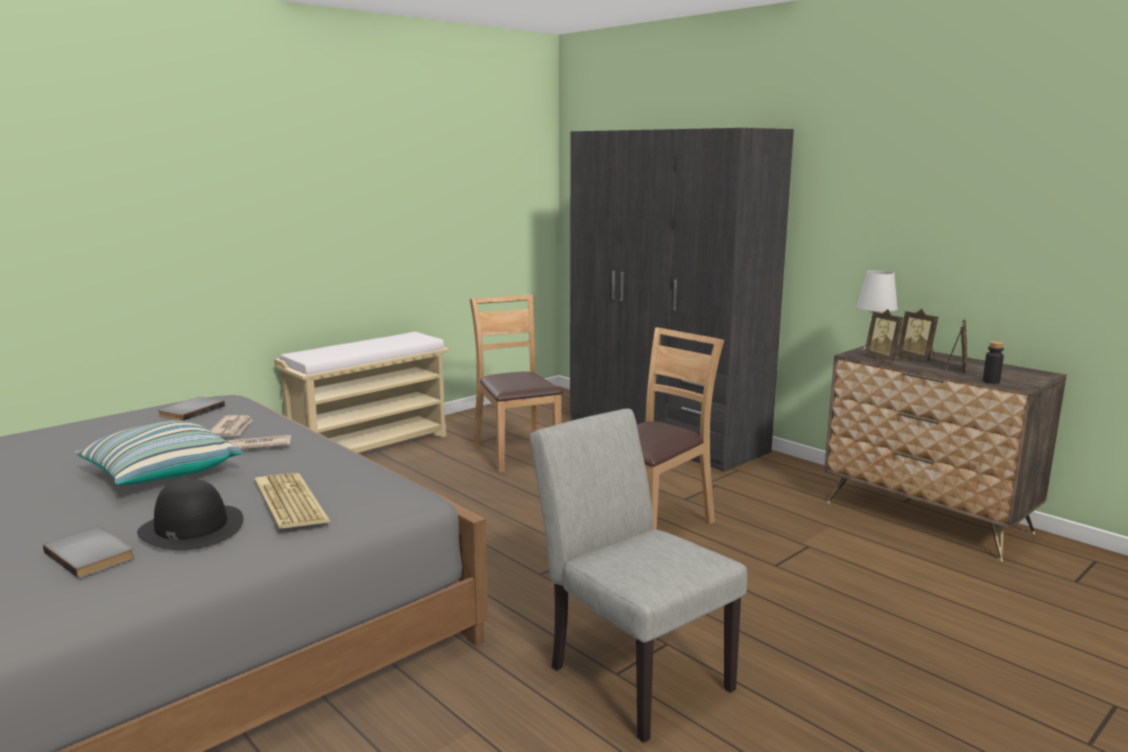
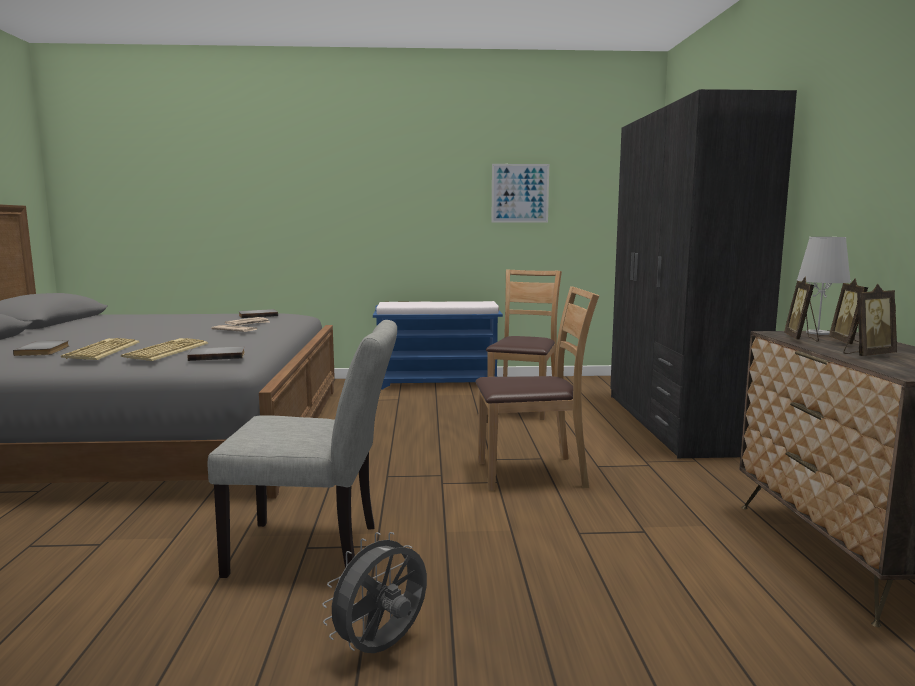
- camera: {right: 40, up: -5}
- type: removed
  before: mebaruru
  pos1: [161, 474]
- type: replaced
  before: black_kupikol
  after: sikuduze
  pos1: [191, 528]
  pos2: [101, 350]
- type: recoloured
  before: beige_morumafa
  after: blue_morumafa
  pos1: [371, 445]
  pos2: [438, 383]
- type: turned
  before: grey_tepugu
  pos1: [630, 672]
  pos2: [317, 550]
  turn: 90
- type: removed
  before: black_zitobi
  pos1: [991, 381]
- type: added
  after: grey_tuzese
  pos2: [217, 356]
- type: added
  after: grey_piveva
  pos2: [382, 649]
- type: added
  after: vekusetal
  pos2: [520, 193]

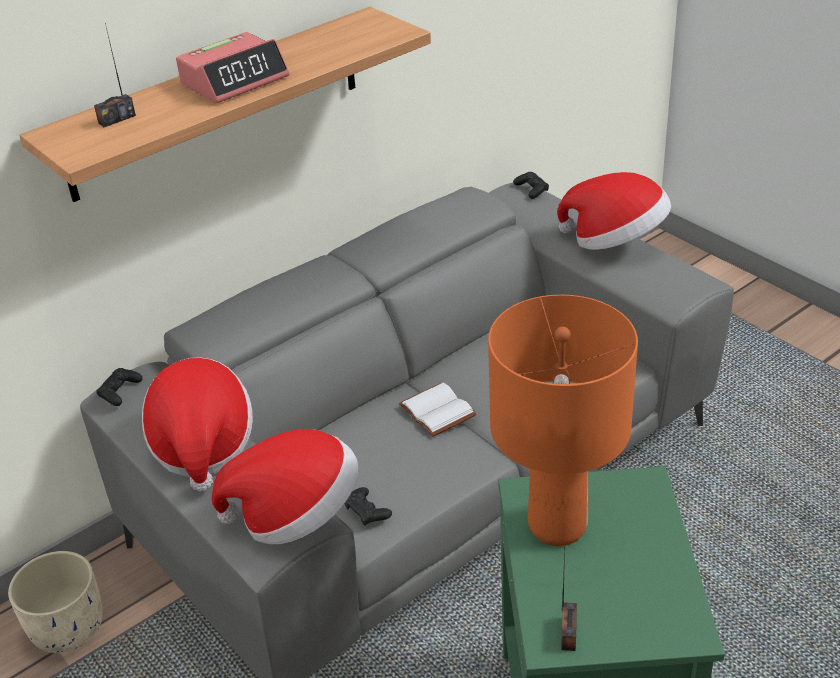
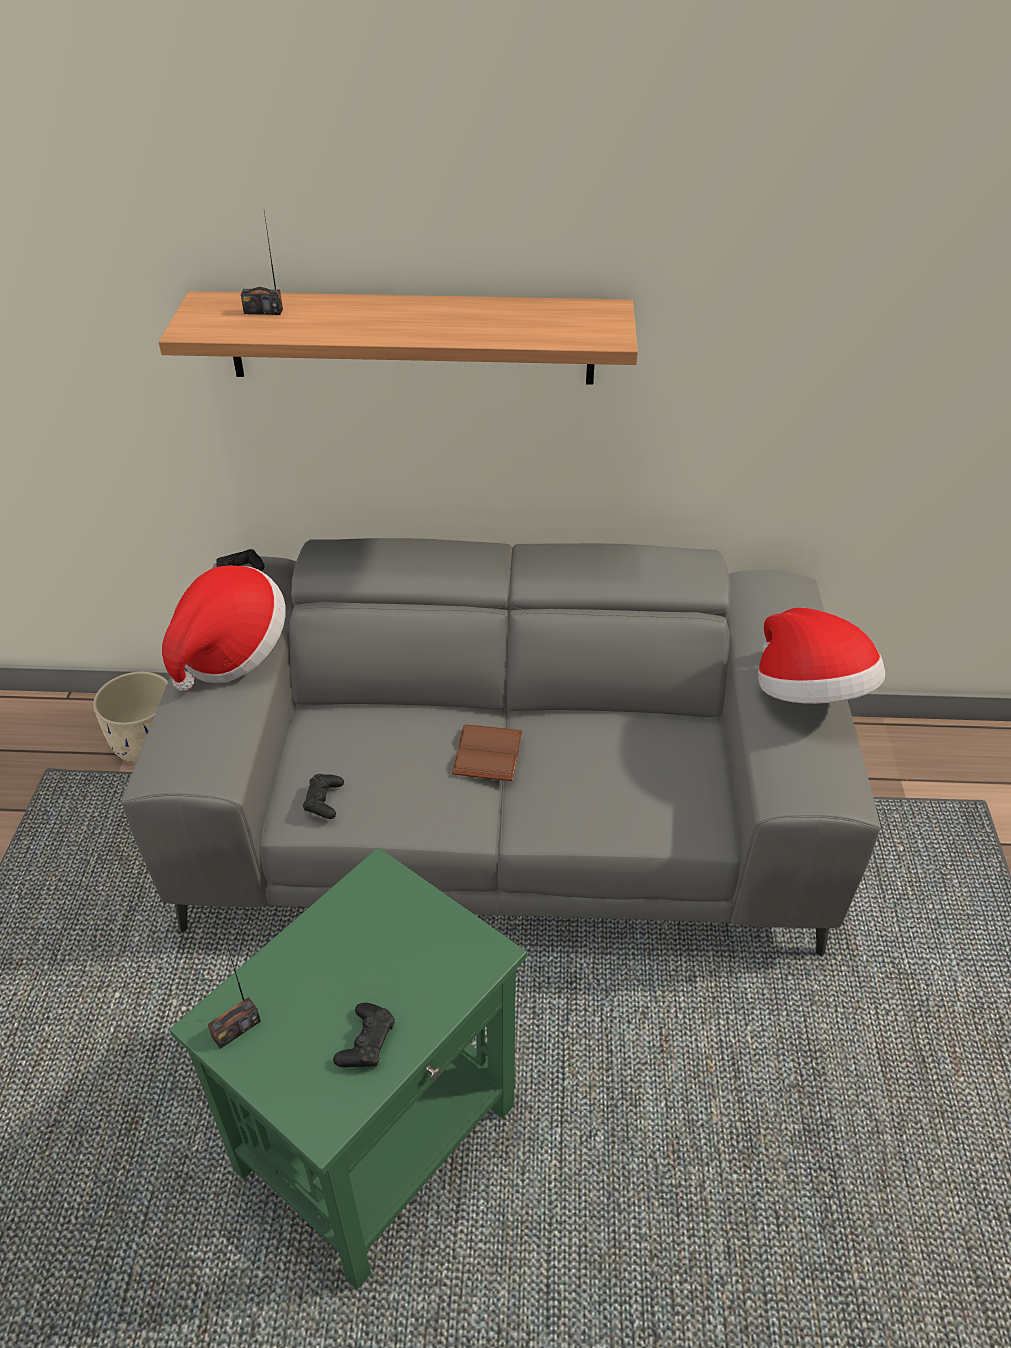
- camera: {right: 40, up: 5}
- type: removed
  before: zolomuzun
  pos1: [235, 80]
- type: removed
  before: kupikol
  pos1: [296, 515]
- type: recoloured
  before: white_tuzese
  after: brown_tuzese
  pos1: [435, 411]
  pos2: [485, 753]
- type: removed
  before: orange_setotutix
  pos1: [556, 525]
- type: moved
  before: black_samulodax
  pos1: [531, 189]
  pos2: [366, 1041]

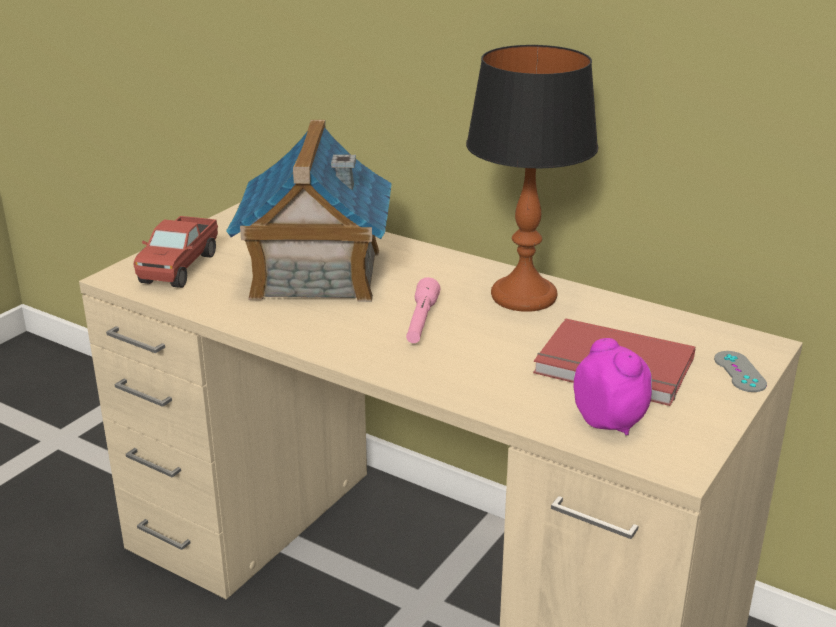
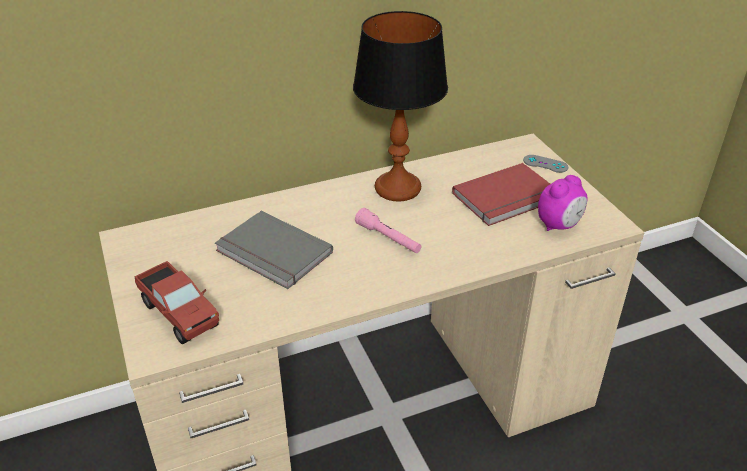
- camera: {right: -55, up: 10}
- type: replaced
  before: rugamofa
  after: grey_tuzese
  pos1: [315, 274]
  pos2: [272, 254]
- type: turned
  before: zolomuzun
  pos1: [610, 422]
  pos2: [559, 225]
  turn: 135

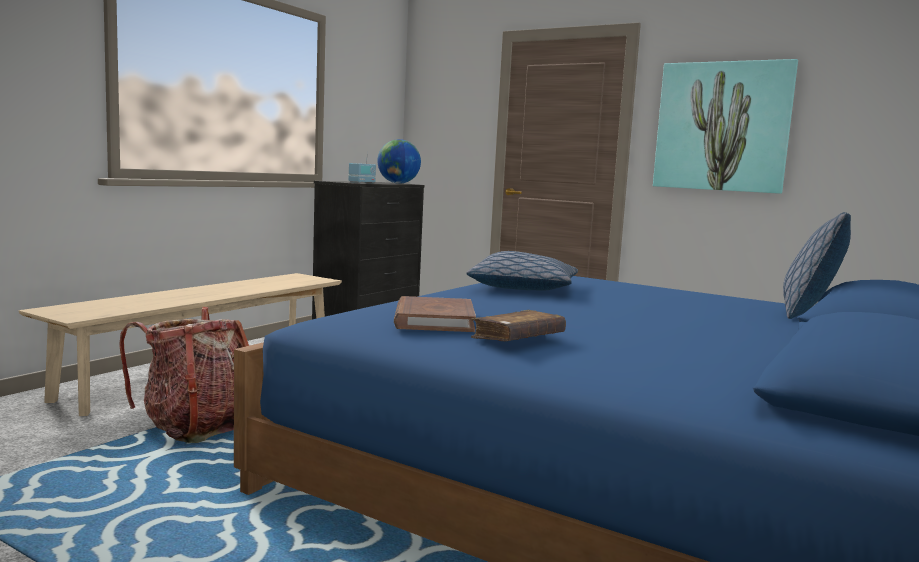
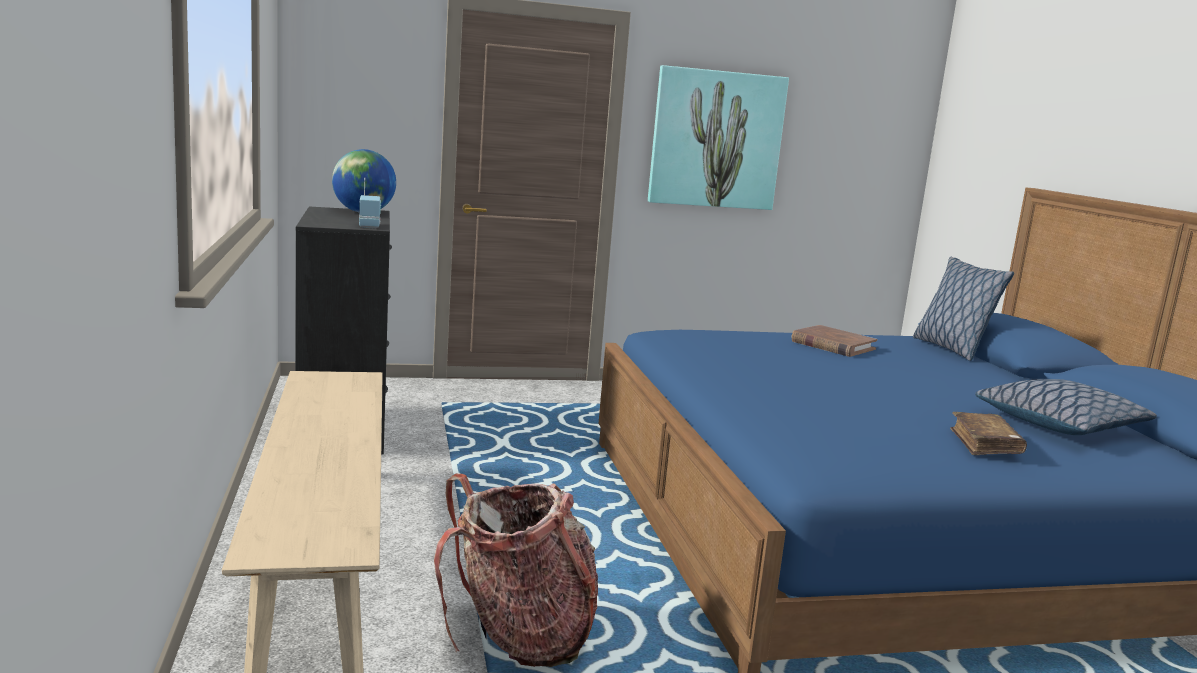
- camera: {right: -45, up: 5}
- type: moved
  before: brown_tuzese
  pos1: [434, 320]
  pos2: [832, 345]
- type: moved
  before: mebaruru
  pos1: [524, 288]
  pos2: [1059, 424]

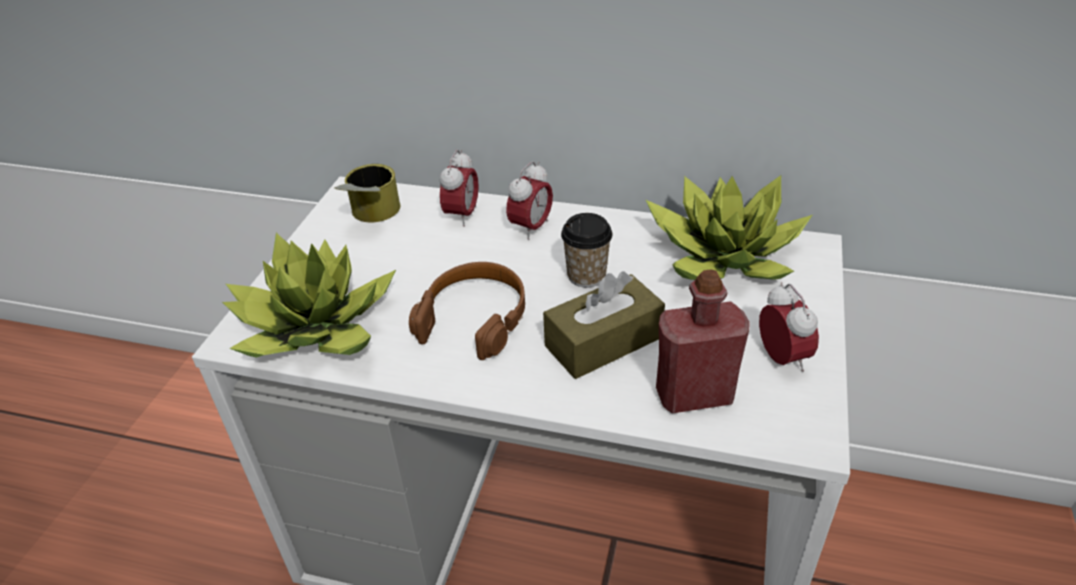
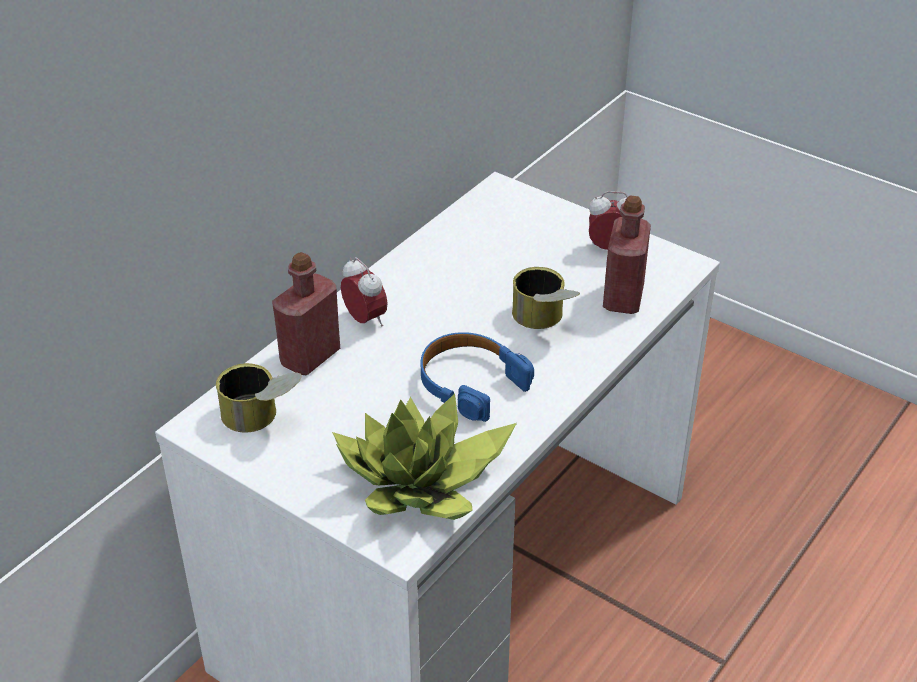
- camera: {right: -70, up: 0}
- type: recoloured
  before: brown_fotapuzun
  after: blue_fotapuzun
  pos1: [474, 318]
  pos2: [470, 383]
- type: replaced
  before: zolomuzun
  after: red_zitobi
  pos1: [462, 215]
  pos2: [310, 357]
- type: replaced
  before: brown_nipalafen
  after: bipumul
  pos1: [603, 342]
  pos2: [543, 322]
- type: removed
  before: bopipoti
  pos1: [586, 275]
- type: removed
  before: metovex
  pos1: [722, 256]

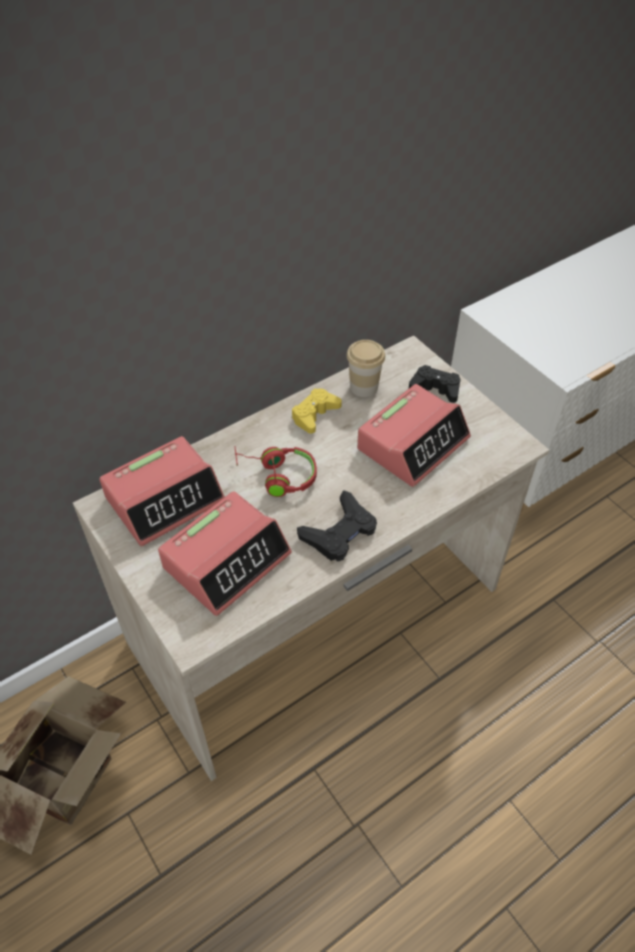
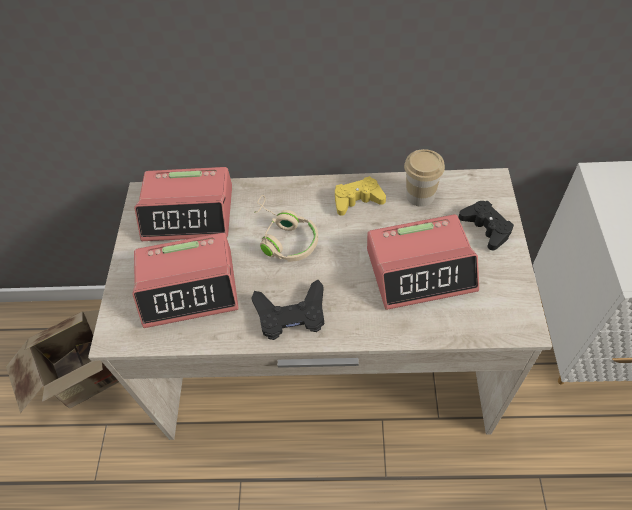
- camera: {right: 40, up: 5}
- type: recoloured
  before: red_fotapuzun
  after: beige_fotapuzun
  pos1: [277, 475]
  pos2: [283, 237]

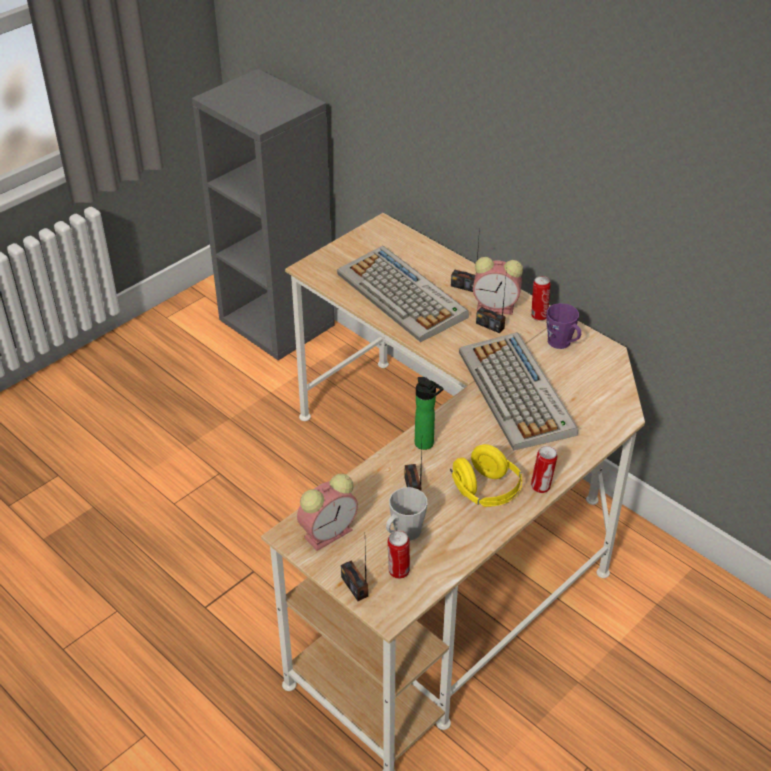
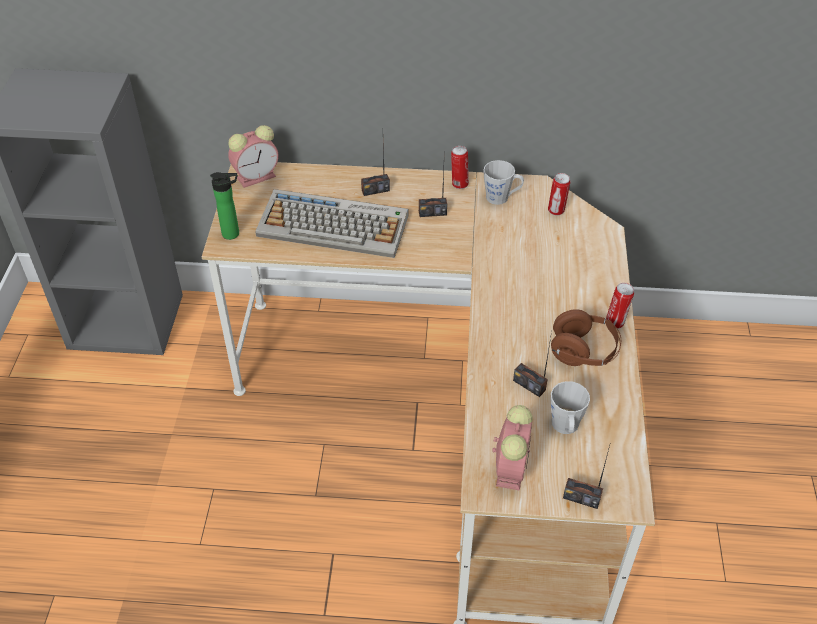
- camera: {right: -40, up: 5}
- type: moved
  before: bipumul
  pos1: [398, 572]
  pos2: [556, 211]
- type: moved
  before: zitobi
  pos1: [426, 444]
  pos2: [233, 234]
- type: recoloured
  before: yellow_fotapuzun
  after: brown_fotapuzun
  pos1: [486, 491]
  pos2: [583, 352]
- type: removed
  before: sikuduze
  pos1: [517, 393]
- type: moved
  before: zolomuzun
  pos1: [497, 306]
  pos2: [257, 176]
- type: recoloured
  before: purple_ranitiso
  after: grey_ranitiso
  pos1: [562, 344]
  pos2: [501, 198]

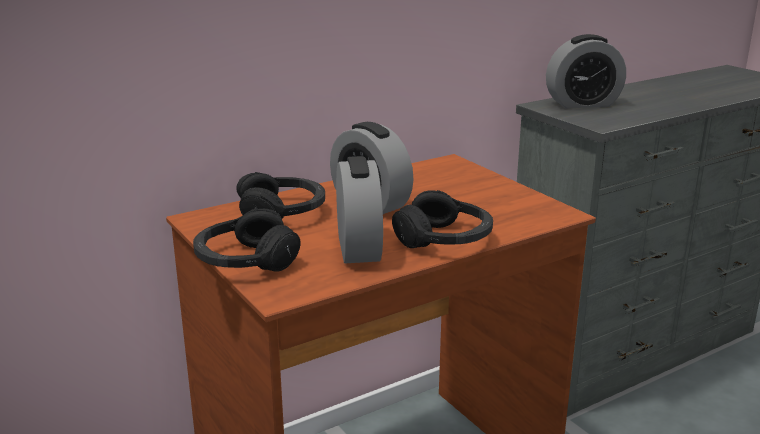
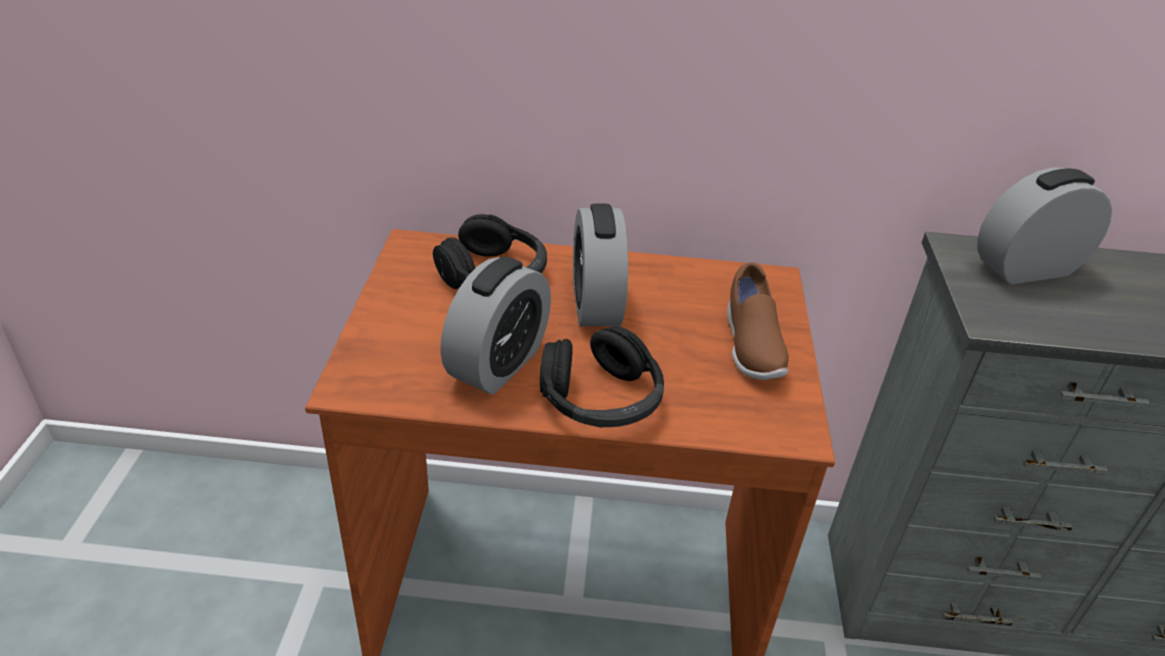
- camera: {right: 35, up: 15}
- type: removed
  before: black_fotapuzun
  pos1: [245, 261]
- type: turned
  before: zolomuzun
  pos1: [582, 104]
  pos2: [1026, 268]
  turn: 135
- type: added
  after: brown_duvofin
  pos2: [750, 345]

